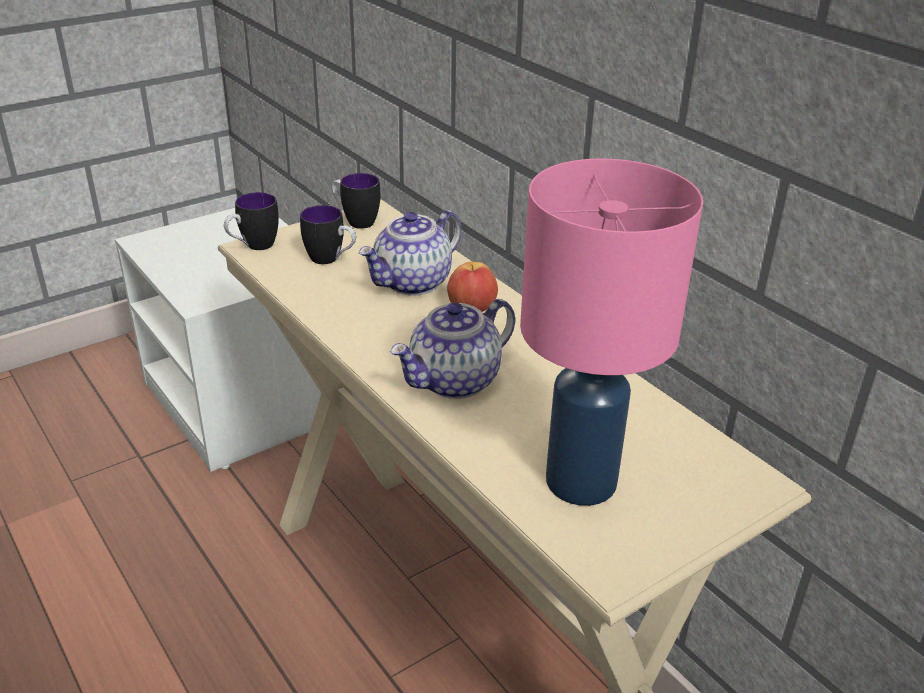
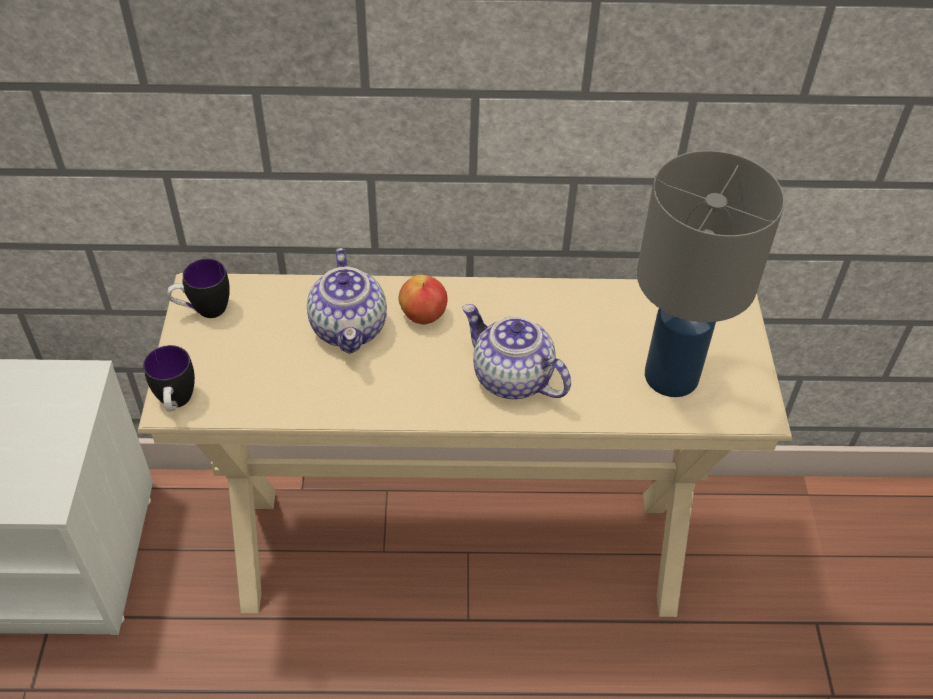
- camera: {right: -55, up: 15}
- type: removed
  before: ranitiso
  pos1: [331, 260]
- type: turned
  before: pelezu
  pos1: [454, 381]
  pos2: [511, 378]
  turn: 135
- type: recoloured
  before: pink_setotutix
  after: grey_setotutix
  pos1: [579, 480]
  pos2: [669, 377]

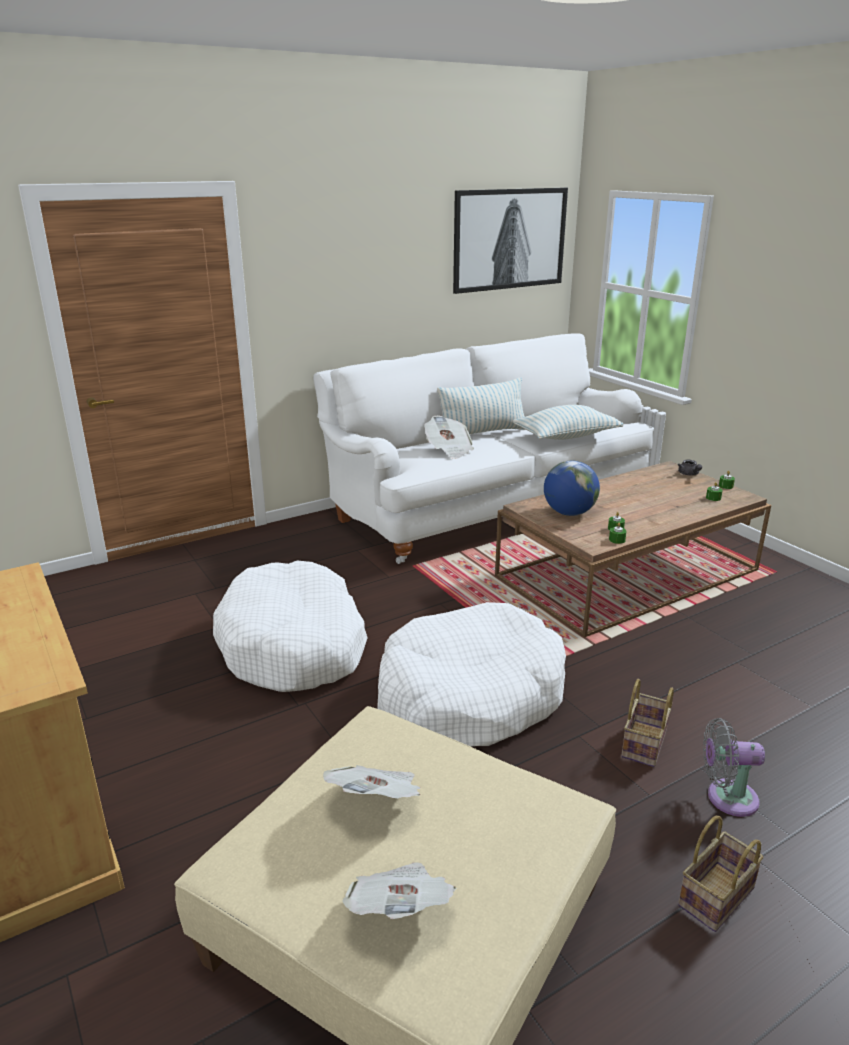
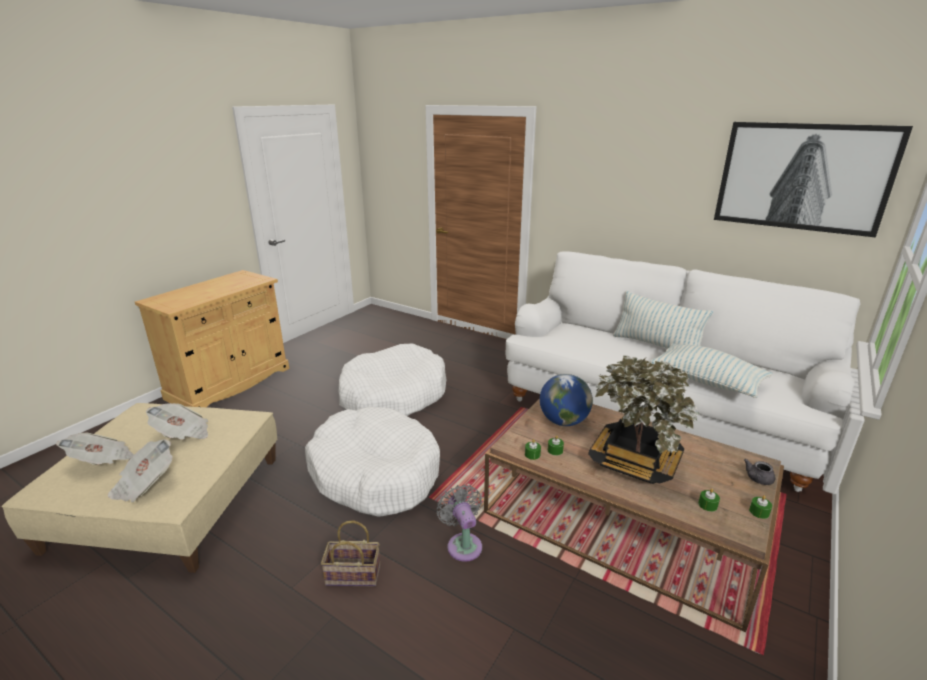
- camera: {right: 65, up: 0}
- type: moved
  before: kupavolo
  pos1: [449, 450]
  pos2: [144, 484]
- type: removed
  before: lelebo
  pos1: [716, 899]
- type: moved
  before: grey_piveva
  pos1: [726, 797]
  pos2: [463, 544]
- type: added
  after: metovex
  pos2: [634, 462]

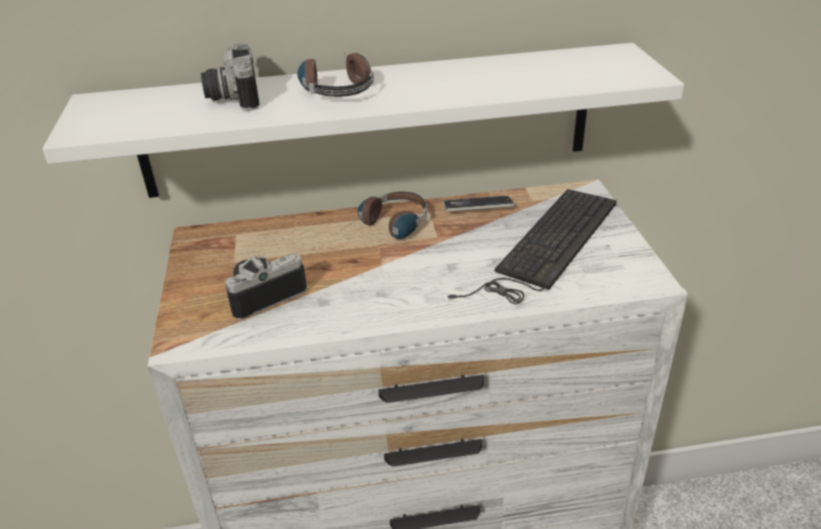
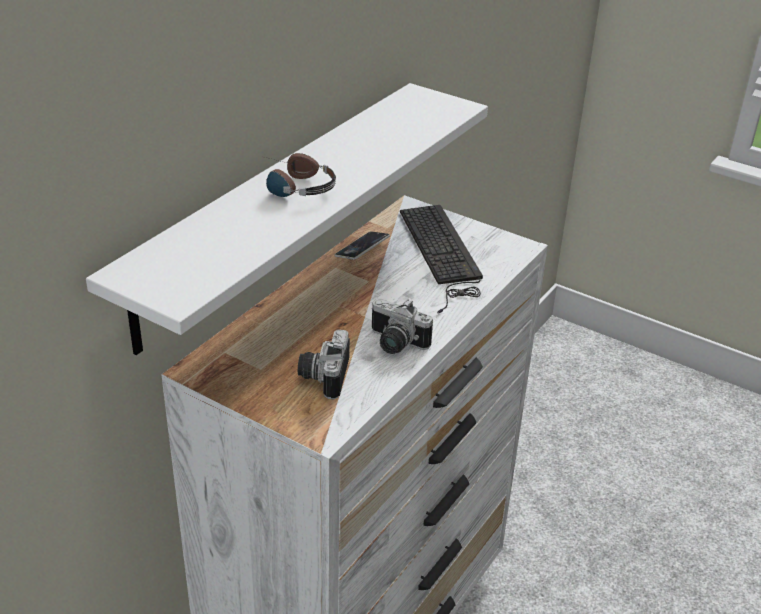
- camera: {right: -50, up: 0}
- type: moved
  before: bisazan
  pos1: [232, 97]
  pos2: [394, 344]
- type: removed
  before: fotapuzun
  pos1: [388, 228]

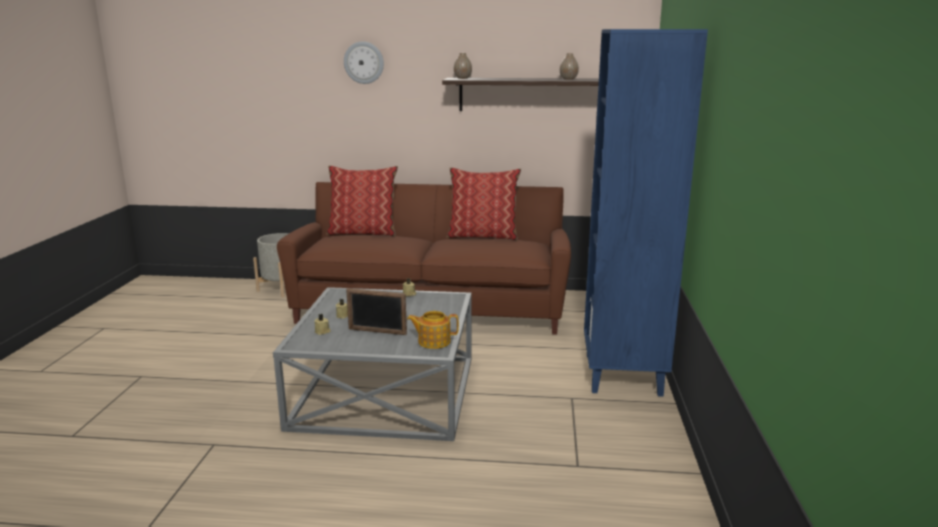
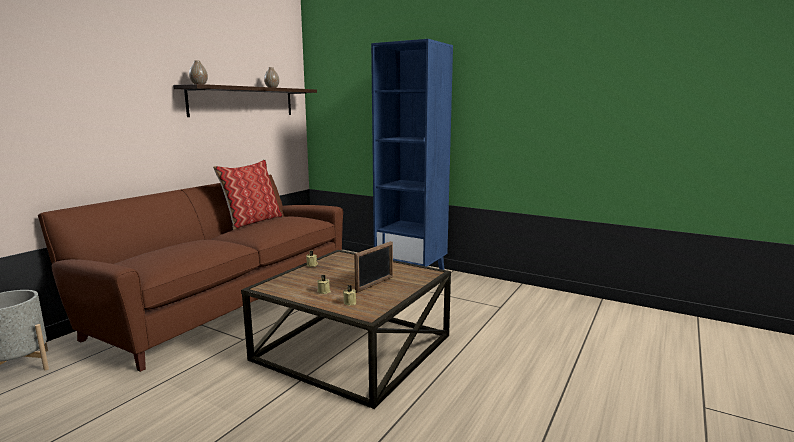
- camera: {right: -65, up: -5}
- type: recoloured
  before: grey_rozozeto
  after: brown_rozozeto
  pos1: [385, 391]
  pos2: [352, 347]
- type: removed
  before: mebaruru
  pos1: [363, 232]
- type: removed
  before: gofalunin
  pos1: [364, 62]
- type: removed
  before: pelezu
  pos1: [433, 341]

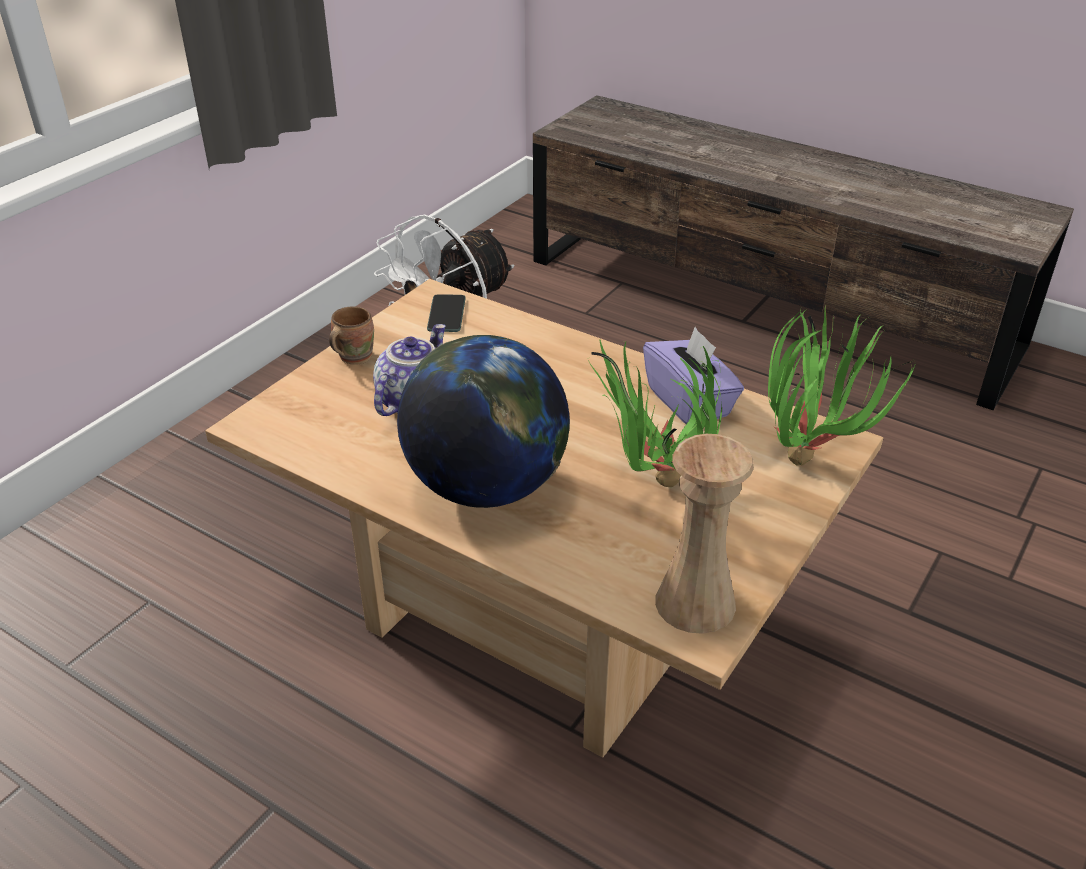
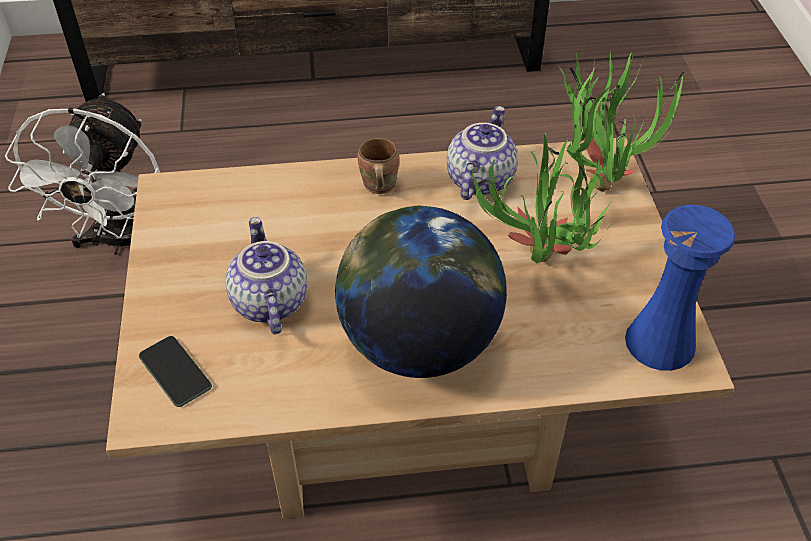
- camera: {right: -40, up: 10}
- type: moved
  before: brown_ranitiso
  pos1: [352, 357]
  pos2: [377, 186]
- type: moved
  before: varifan
  pos1: [446, 314]
  pos2: [175, 371]
- type: replaced
  before: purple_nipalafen
  after: pelezu
  pos1: [689, 402]
  pos2: [478, 179]
- type: recoloured
  before: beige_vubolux
  after: blue_vubolux
  pos1: [695, 603]
  pos2: [660, 342]

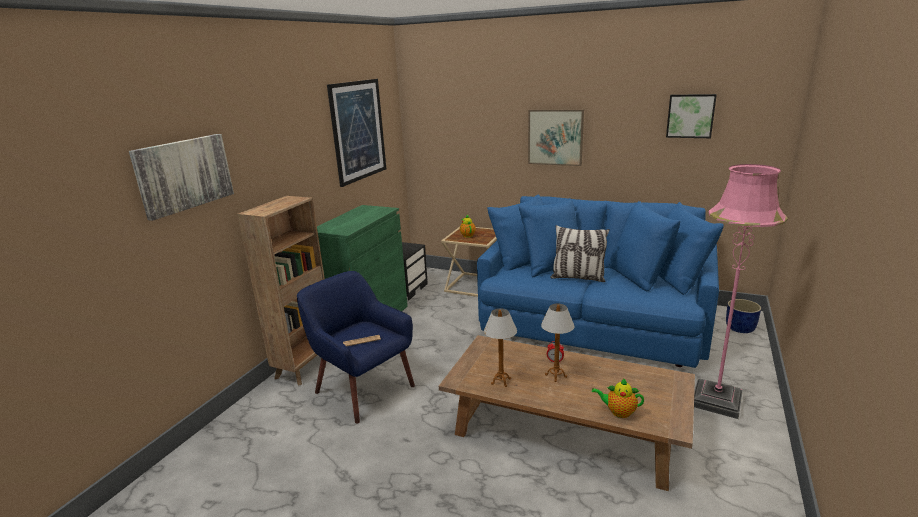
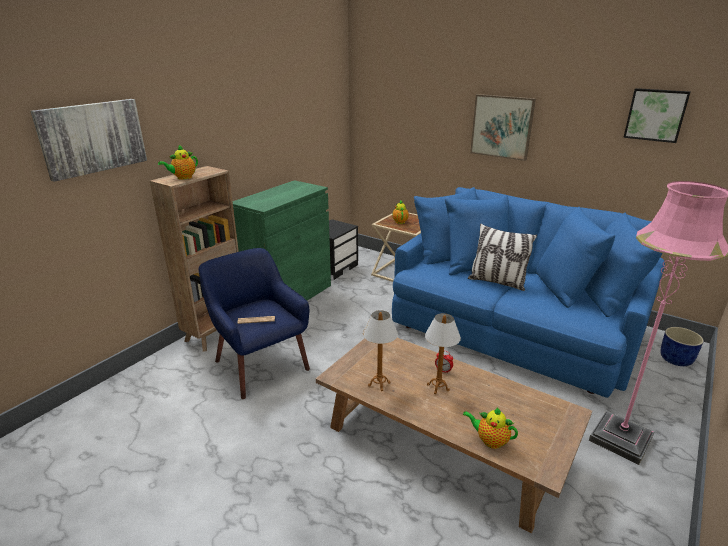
- camera: {right: 10, up: 5}
- type: removed
  before: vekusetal
  pos1: [358, 131]
- type: added
  after: pelezu
  pos2: [183, 177]

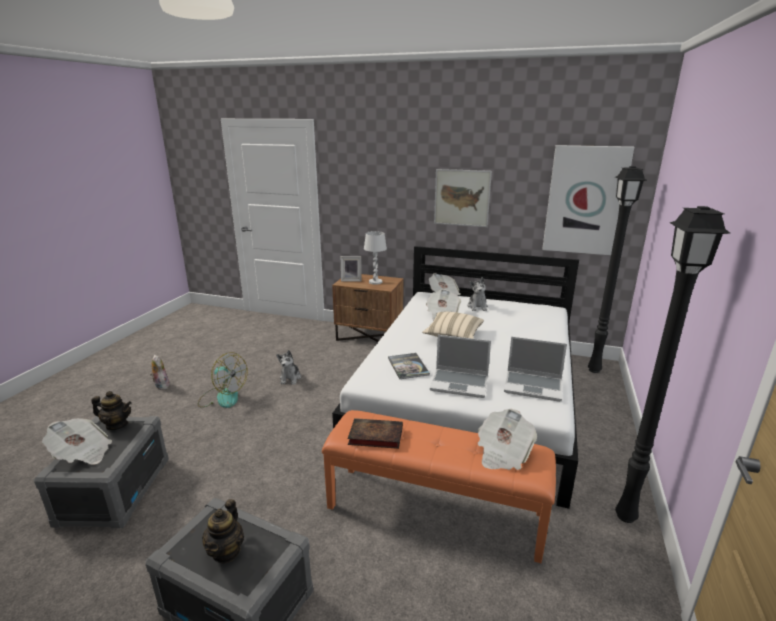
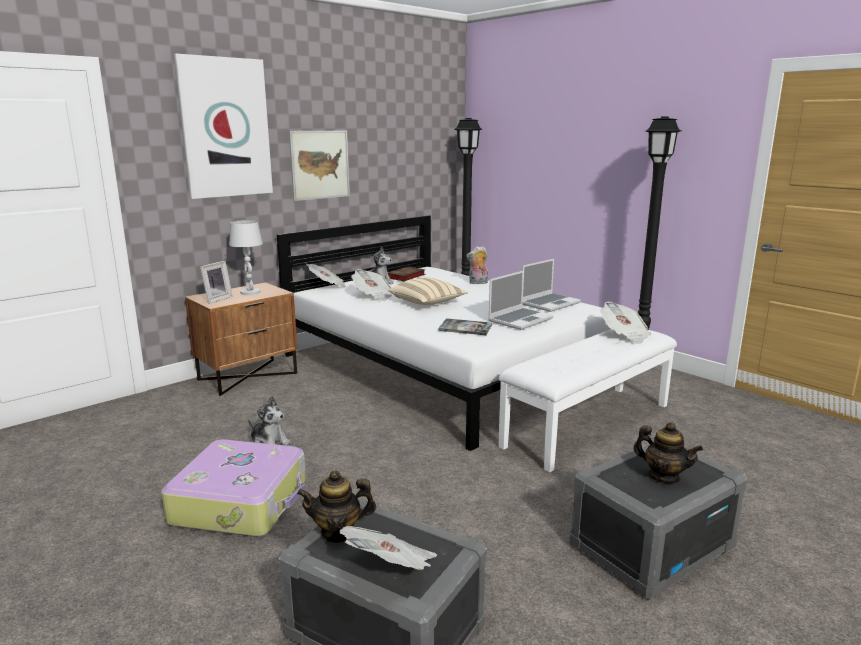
- camera: {right: -60, up: -5}
- type: turned
  before: pelezu
  pos1: [117, 425]
  pos2: [338, 532]
  turn: -135
- type: moved
  before: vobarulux
  pos1: [161, 386]
  pos2: [478, 283]
- type: replaced
  before: piveva
  after: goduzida
  pos1: [223, 397]
  pos2: [242, 502]
- type: recoloured
  before: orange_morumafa
  after: white_morumafa
  pos1: [435, 509]
  pos2: [587, 424]
- type: moved
  before: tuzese
  pos1: [374, 436]
  pos2: [405, 276]
- type: moved
  before: vekusetal
  pos1: [585, 200]
  pos2: [225, 128]

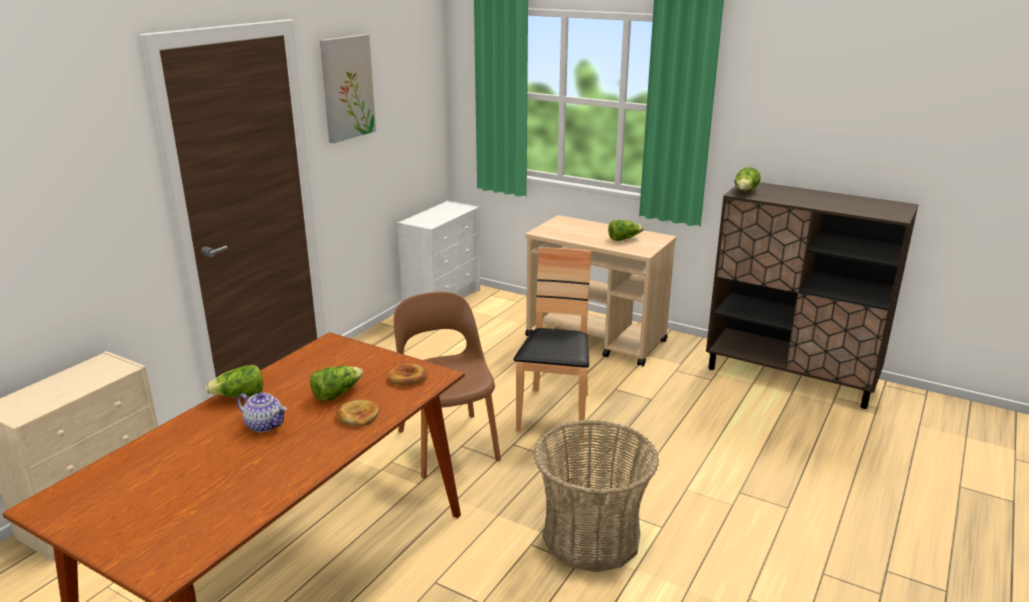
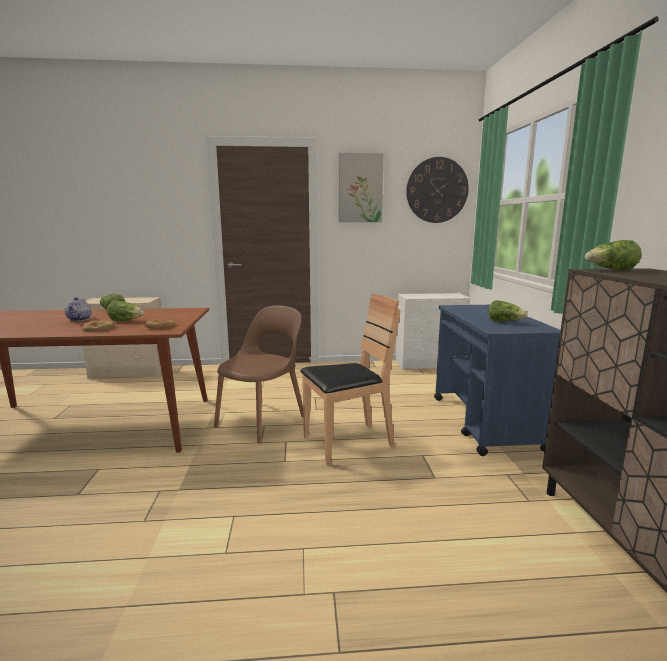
- camera: {right: 55, up: -10}
- type: recoloured
  before: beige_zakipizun
  after: blue_zakipizun
  pos1: [596, 339]
  pos2: [485, 423]
- type: removed
  before: lelebo
  pos1: [591, 537]
- type: added
  after: gofalunin
  pos2: [437, 190]

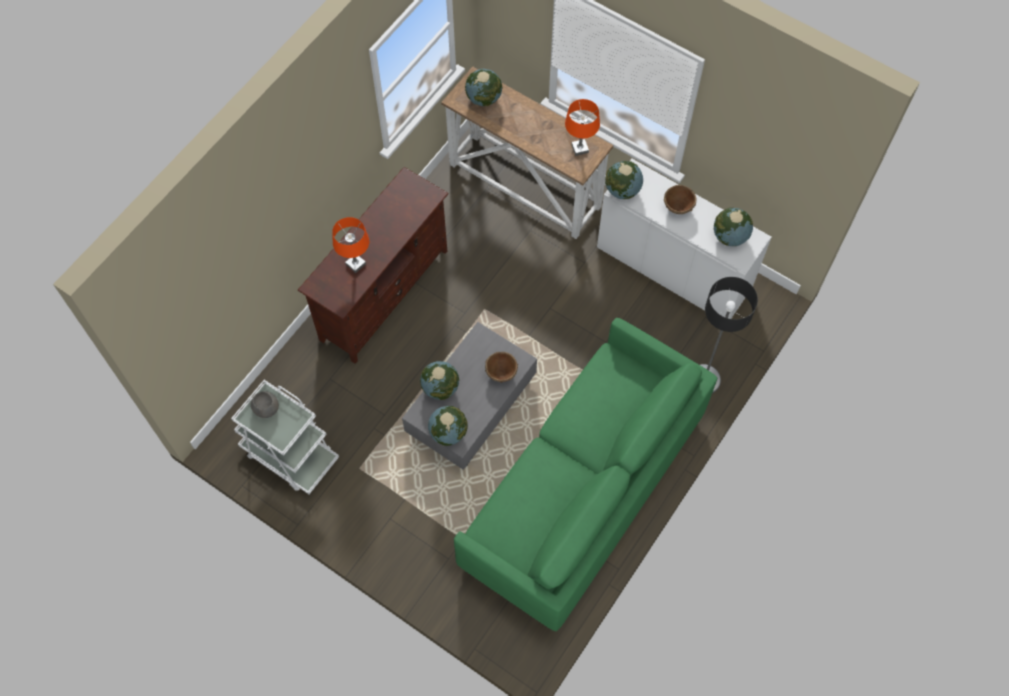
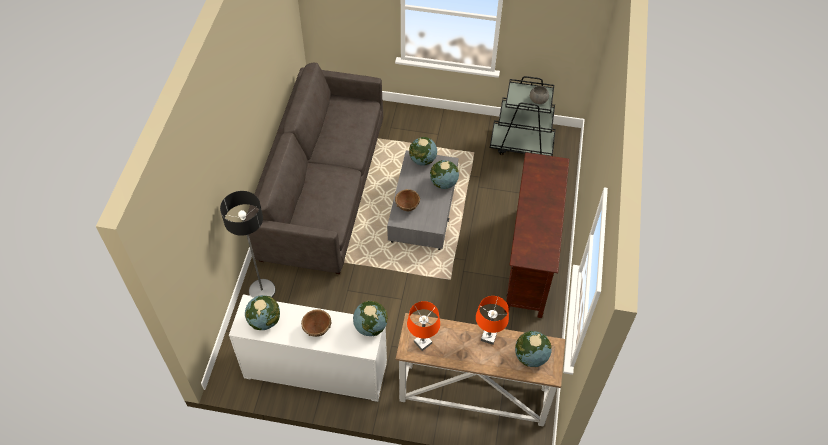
- camera: {right: 155, up: -10}
- type: recoloured
  before: white_zakipizun
  after: black_zakipizun
  pos1: [290, 454]
  pos2: [522, 144]
- type: moved
  before: orange_setotutix
  pos1: [355, 264]
  pos2: [489, 337]
- type: recoloured
  before: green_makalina
  after: grey_makalina
  pos1: [583, 490]
  pos2: [323, 191]

